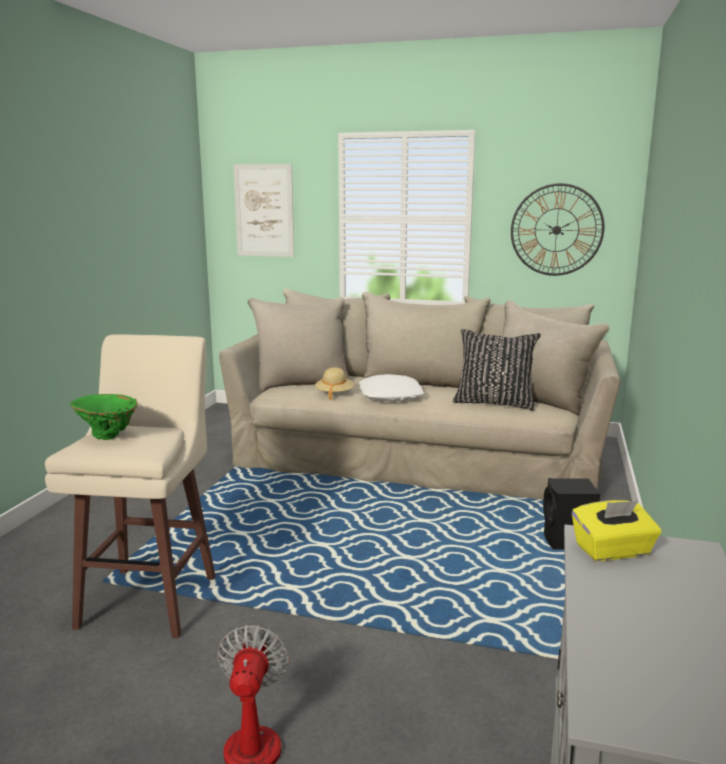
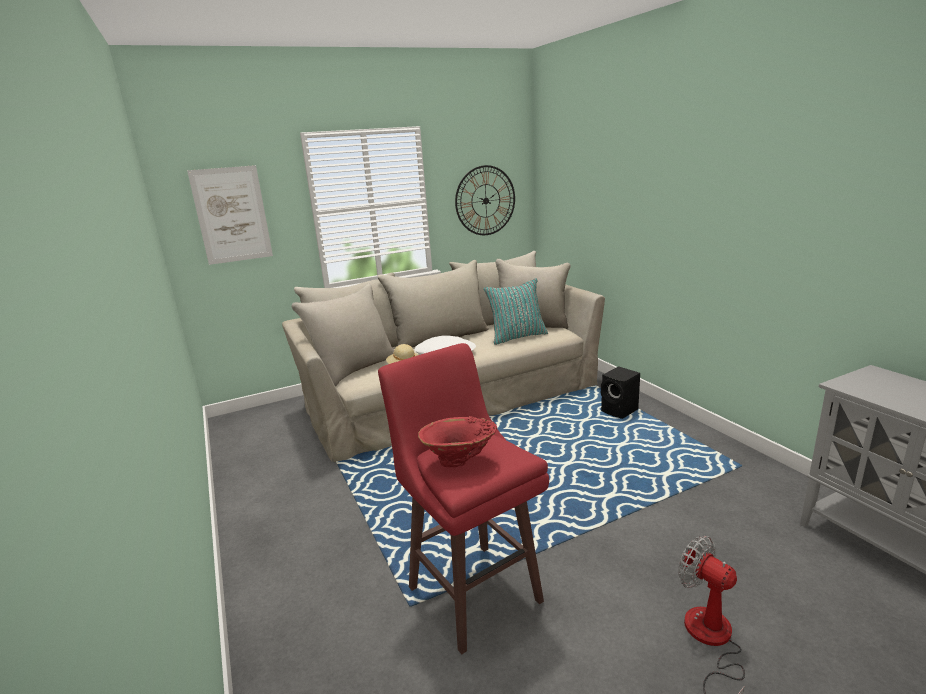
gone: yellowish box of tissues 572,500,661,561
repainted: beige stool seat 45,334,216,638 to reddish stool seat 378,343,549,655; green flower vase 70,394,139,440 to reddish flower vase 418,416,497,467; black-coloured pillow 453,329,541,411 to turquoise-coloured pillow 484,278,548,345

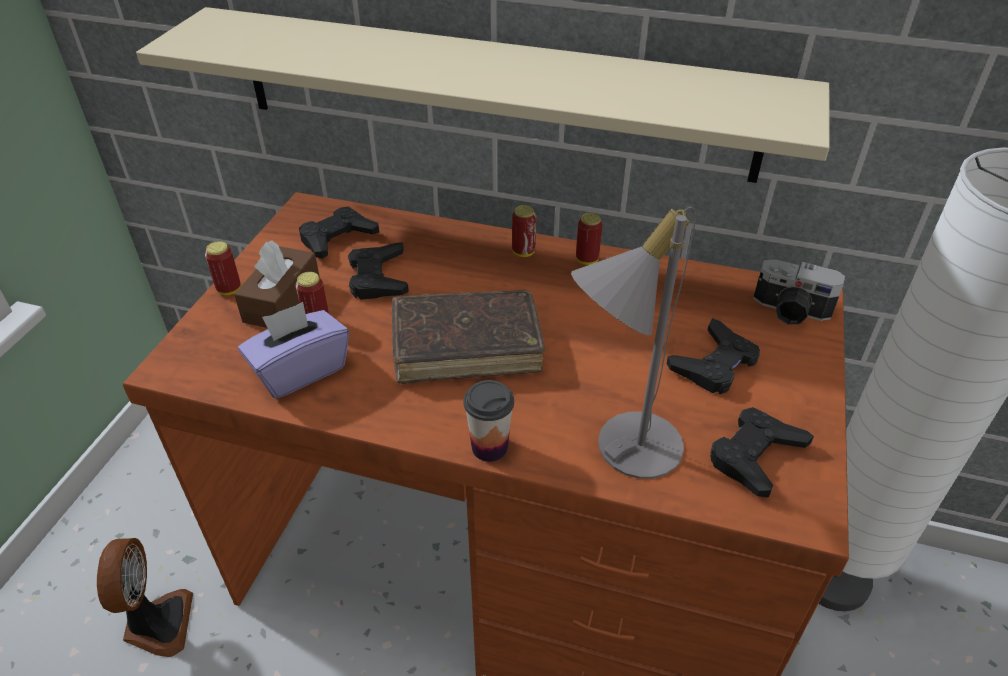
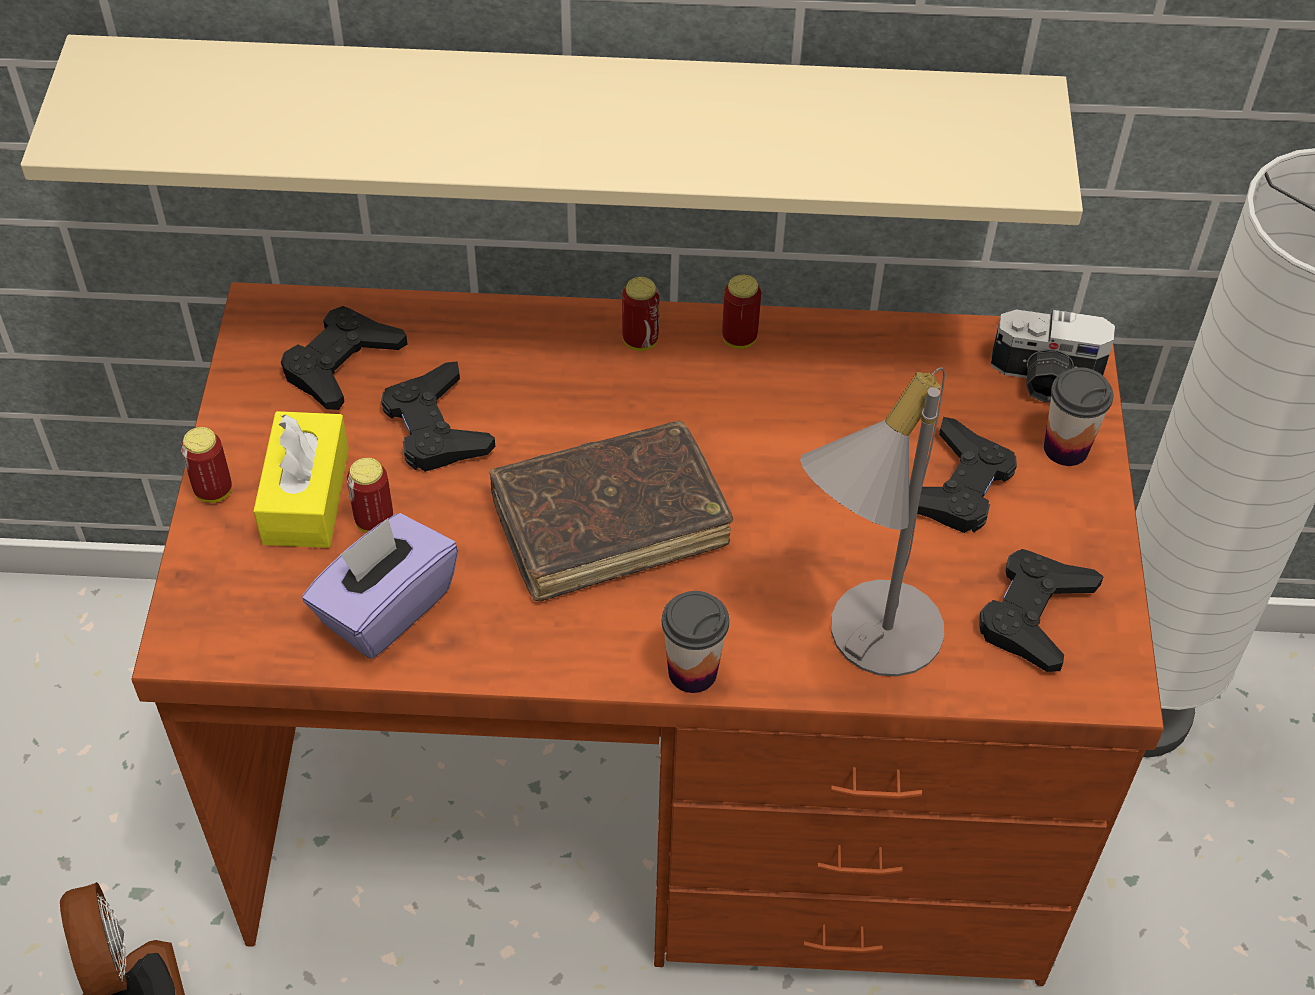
new: drinking cup 1044,367,1113,466
repainted: brown box of tissues 234,240,320,328 to yellowish box of tissues 254,411,349,548

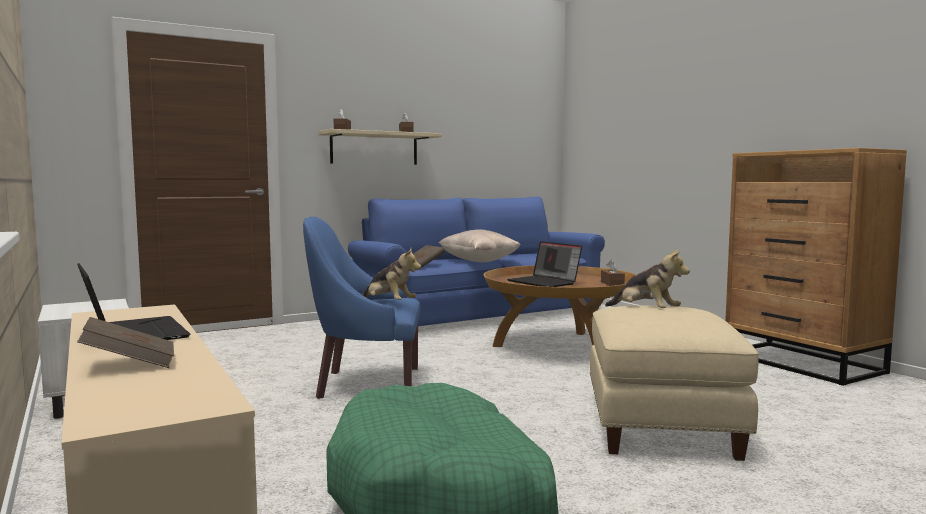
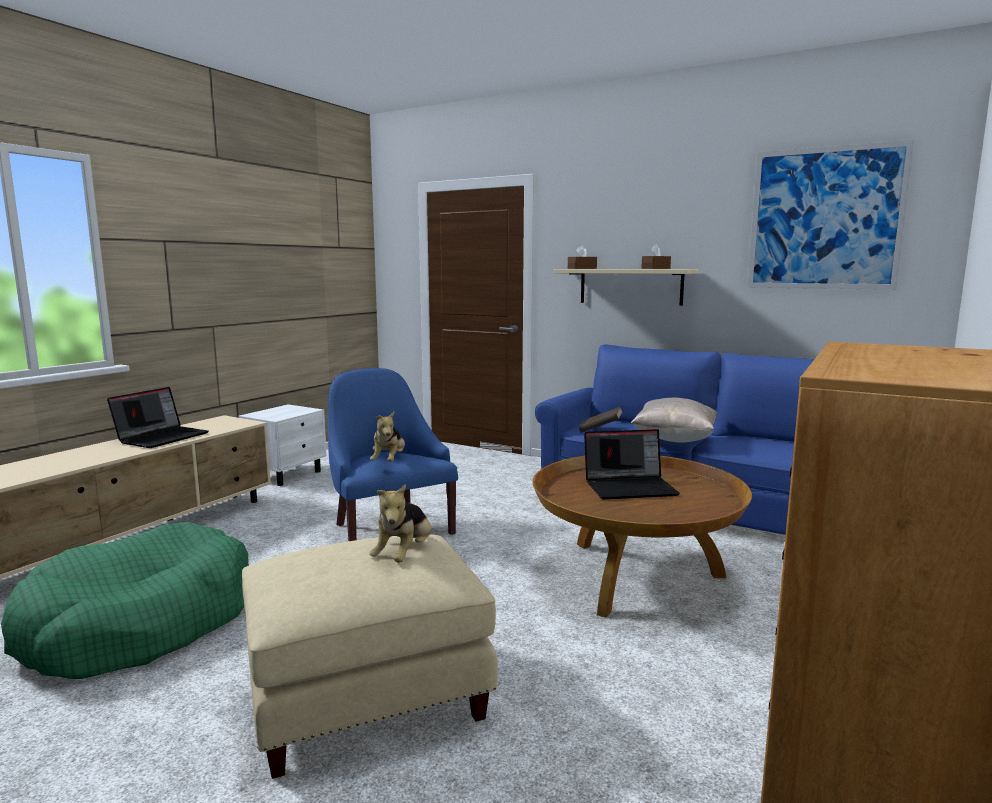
gone: brown bound book 77,317,174,368; brown box of tissues 601,260,625,286
new: wall art 747,140,914,290
rotated: notebook computer 507,241,582,287 = 584,429,680,499 120 degrees counterclockwise

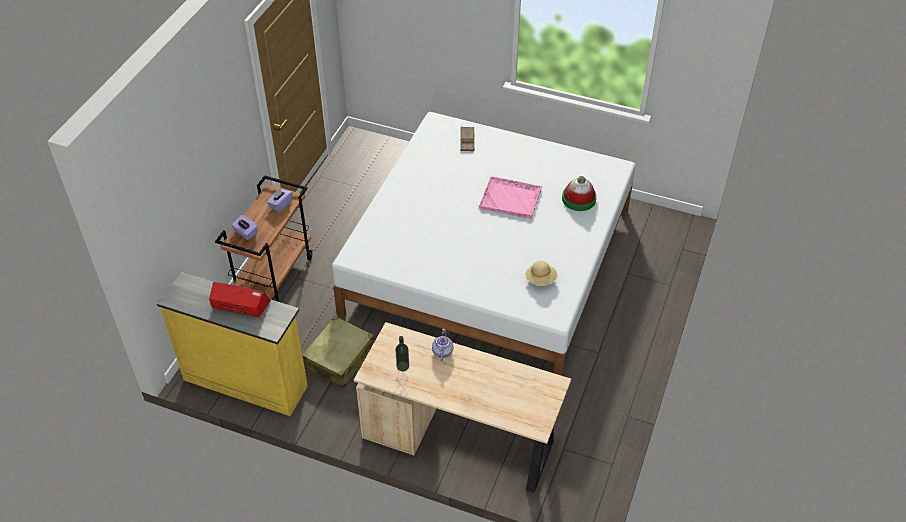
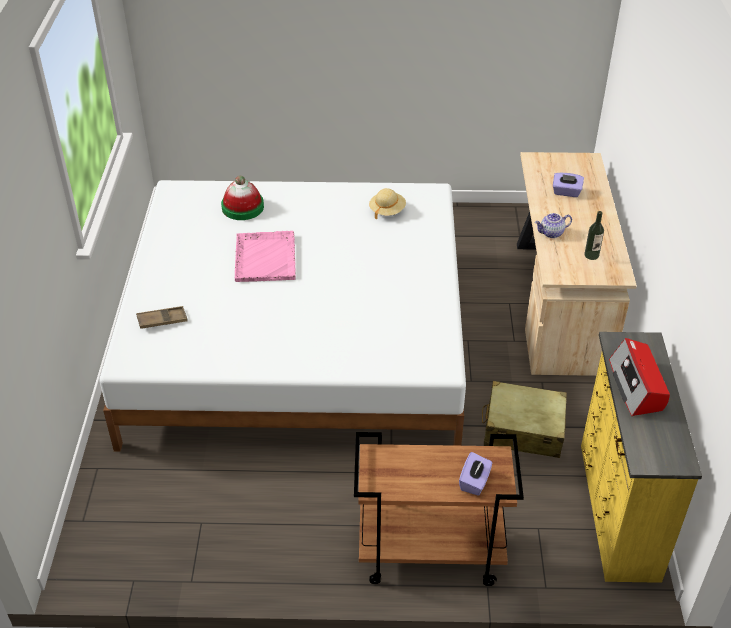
shifted: purplish box of tissues 267,188,292,212 to 553,173,584,197

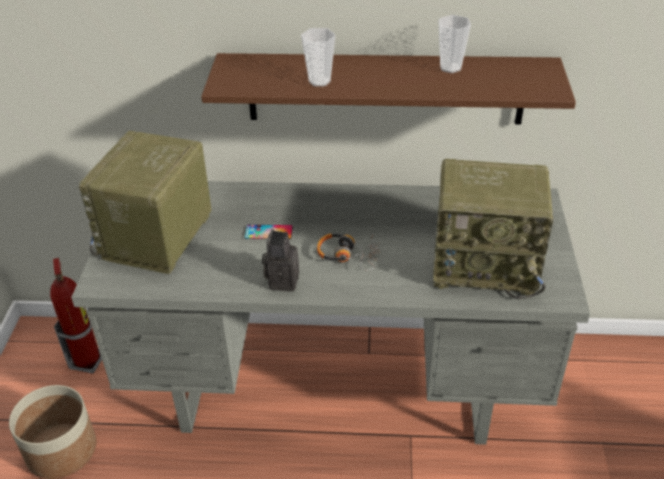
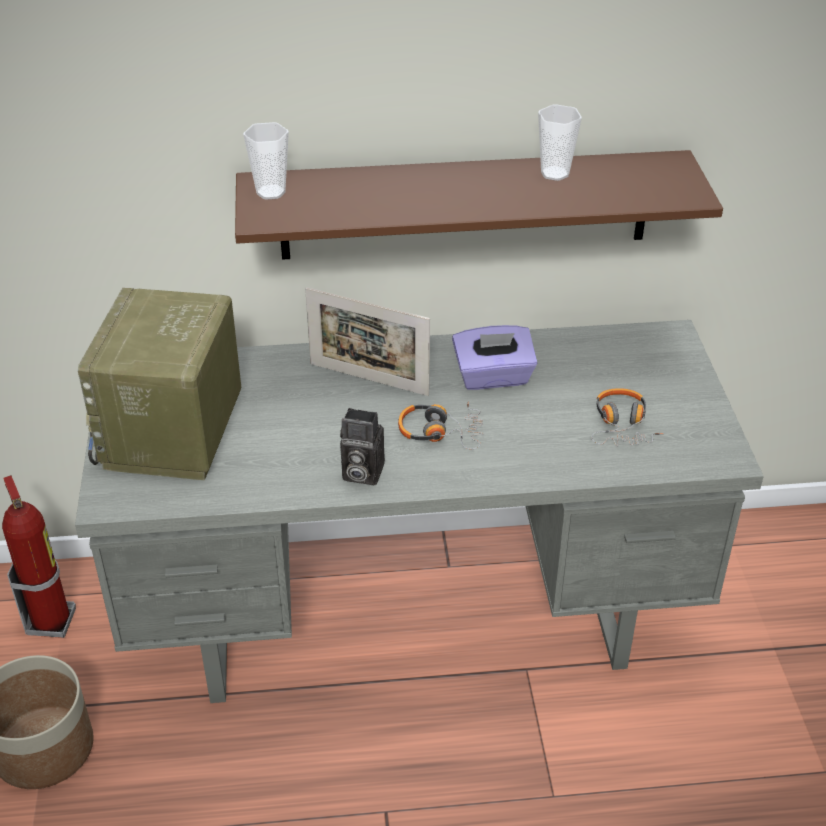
gone: telephone 245,225,293,240
new: photo frame 305,287,430,396; purplish box of tissues 452,325,538,390
shifted: drinking cup 301,28,336,87 to 243,122,289,200
swapped: radio 433,159,553,299 to pair of headphones 591,388,664,446
rotated: still camera 262,229,299,292 = 340,408,385,485 75 degrees counterclockwise

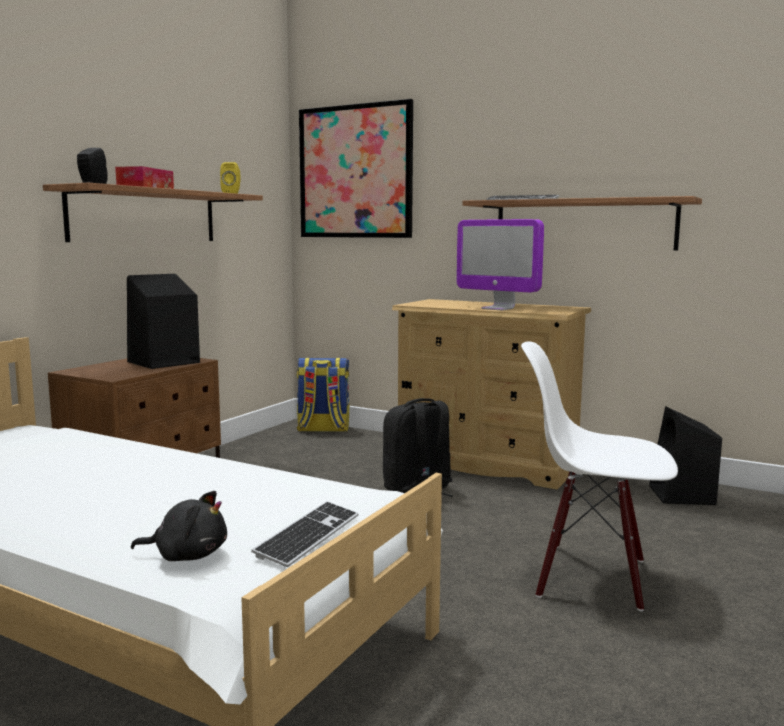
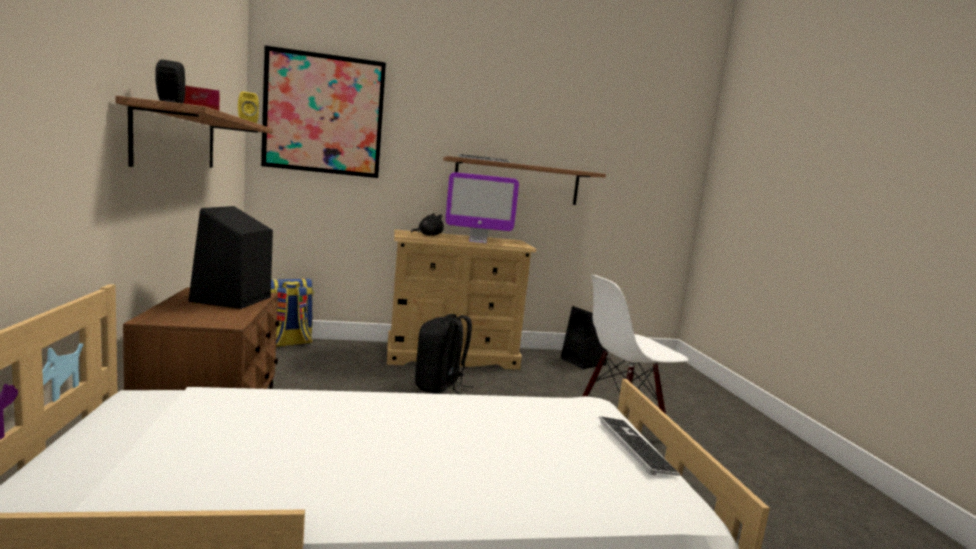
shifted: black-coloured cuddly toy 131,491,227,561 to 411,213,444,236

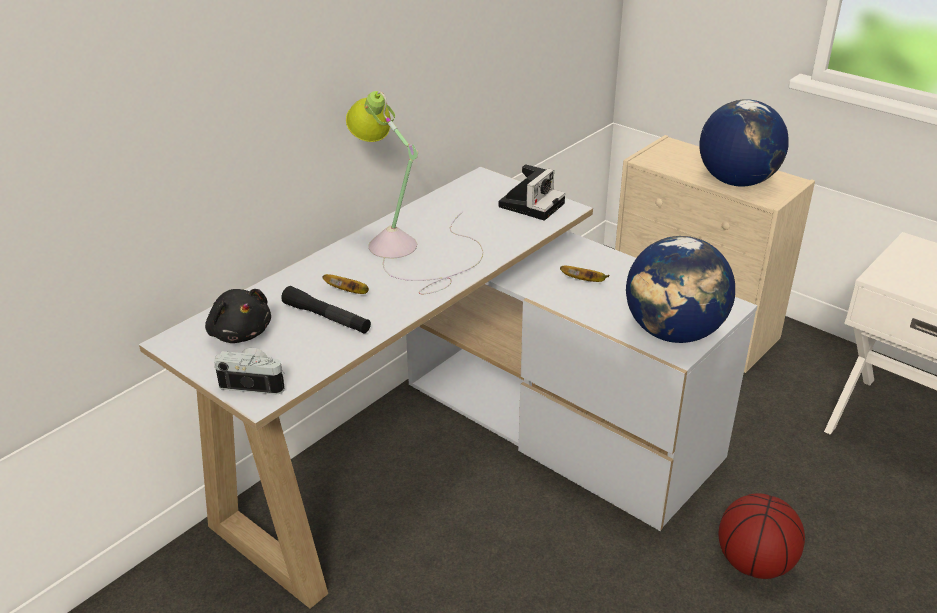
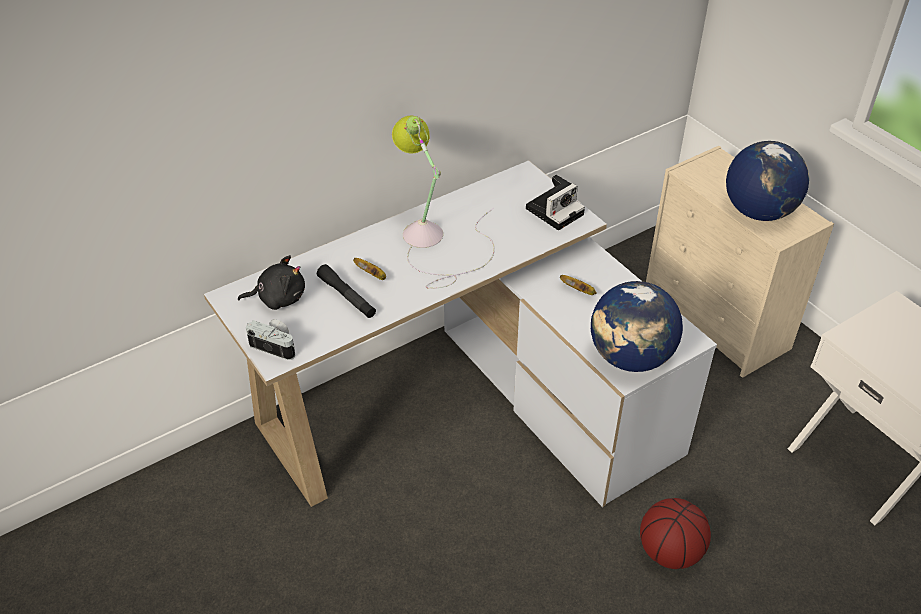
rotated: black-coloured cuddly toy 205,289,271,343 = 238,255,305,310 75 degrees counterclockwise

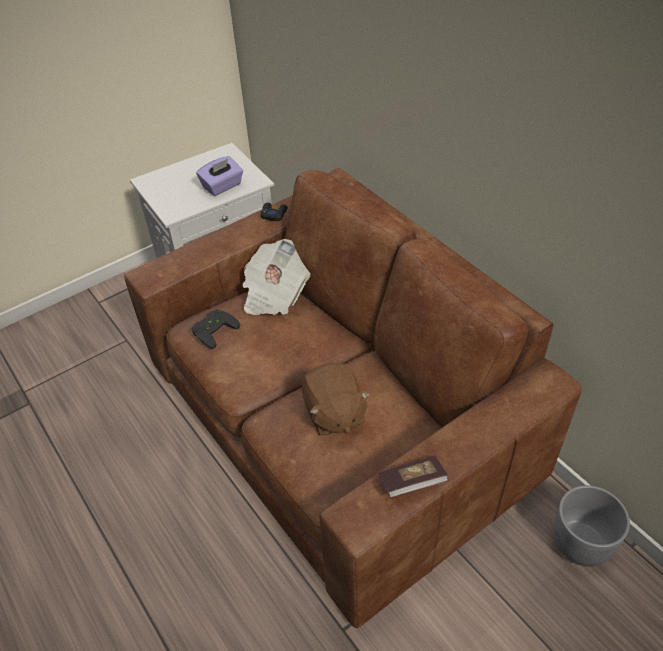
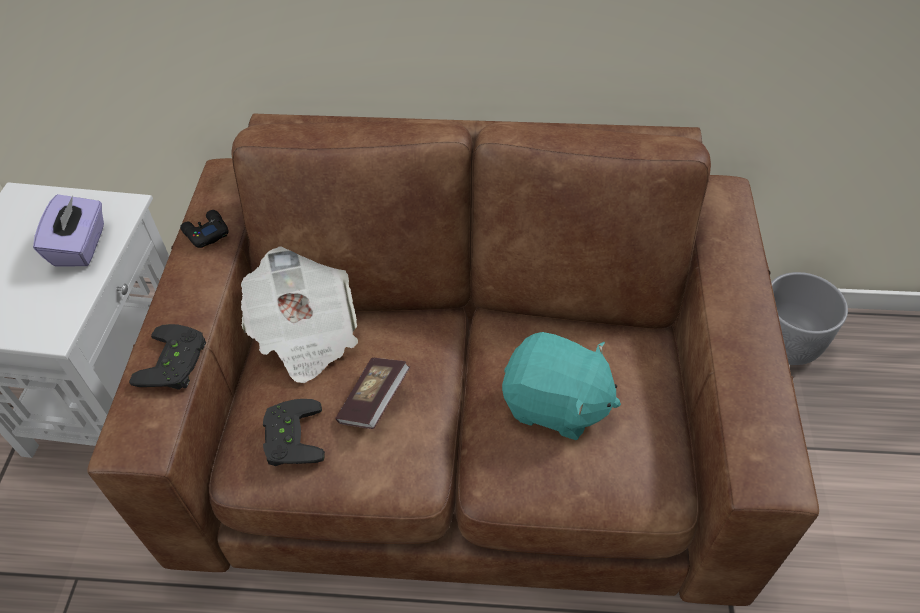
new: black-coloured joypad 129,324,206,390
shifted: bound book 379,455,449,498 to 335,358,410,429
repainted: brown cuddly toy 302,363,371,436 to turquoise-coloured cuddly toy 502,332,621,440

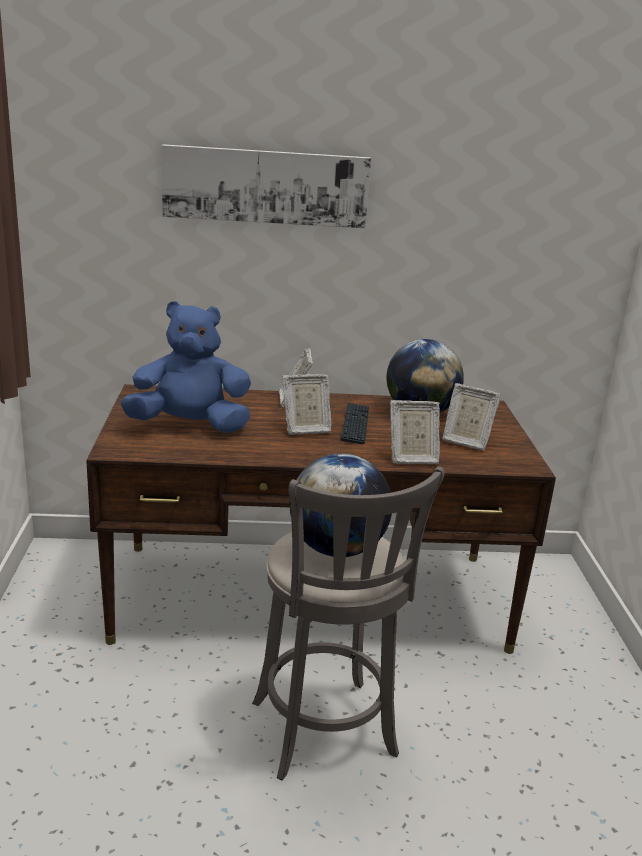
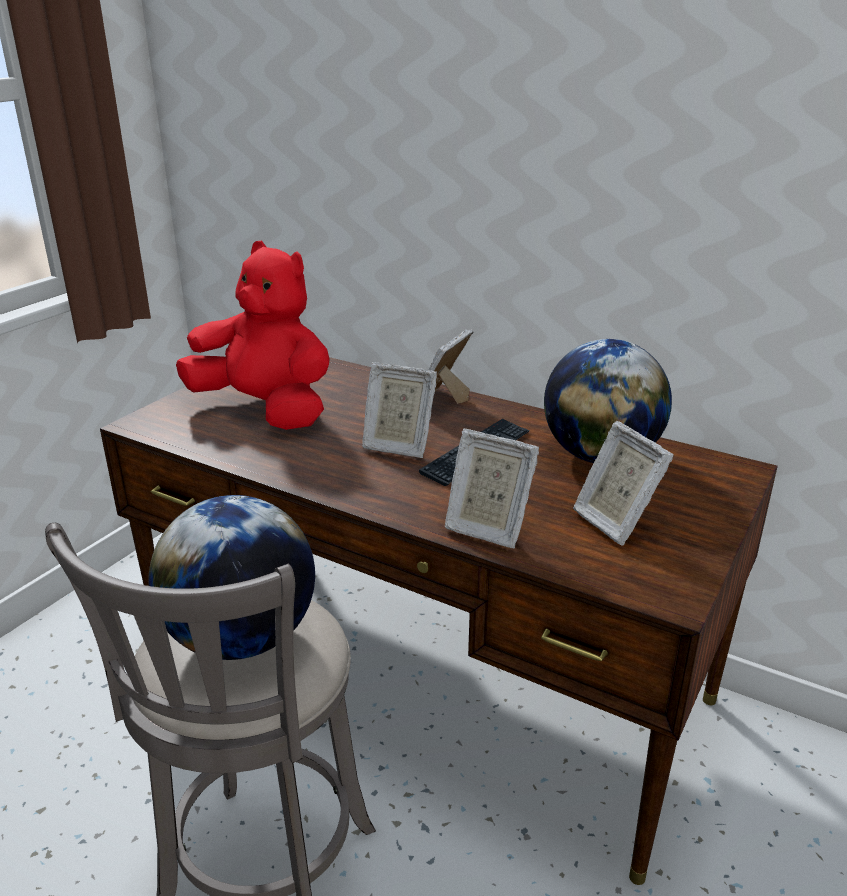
gone: wall art 162,144,371,228
repainted: blue-coloured cuddly toy 120,301,251,433 to reddish cuddly toy 176,241,330,430

